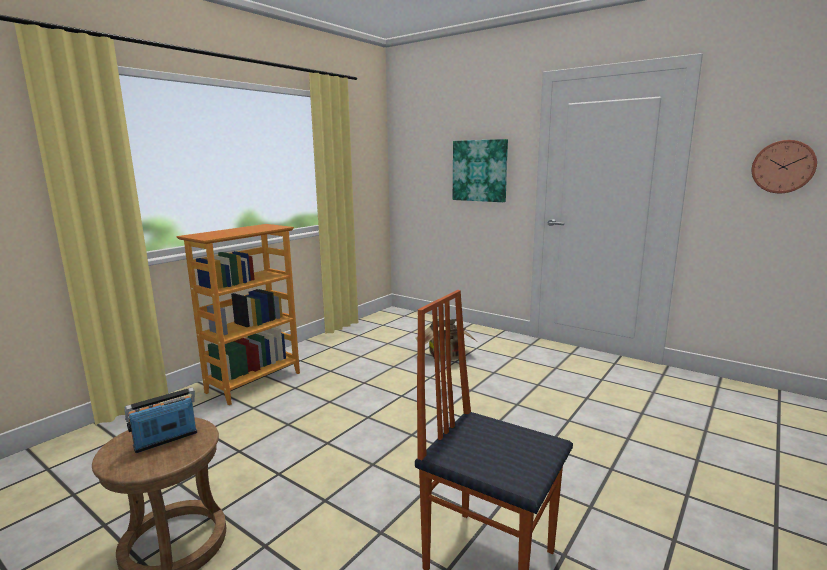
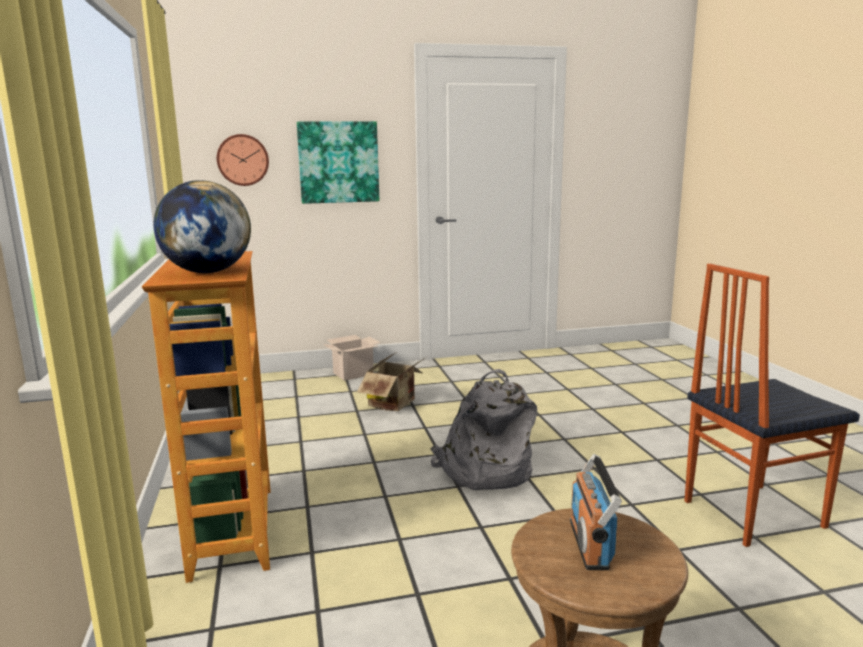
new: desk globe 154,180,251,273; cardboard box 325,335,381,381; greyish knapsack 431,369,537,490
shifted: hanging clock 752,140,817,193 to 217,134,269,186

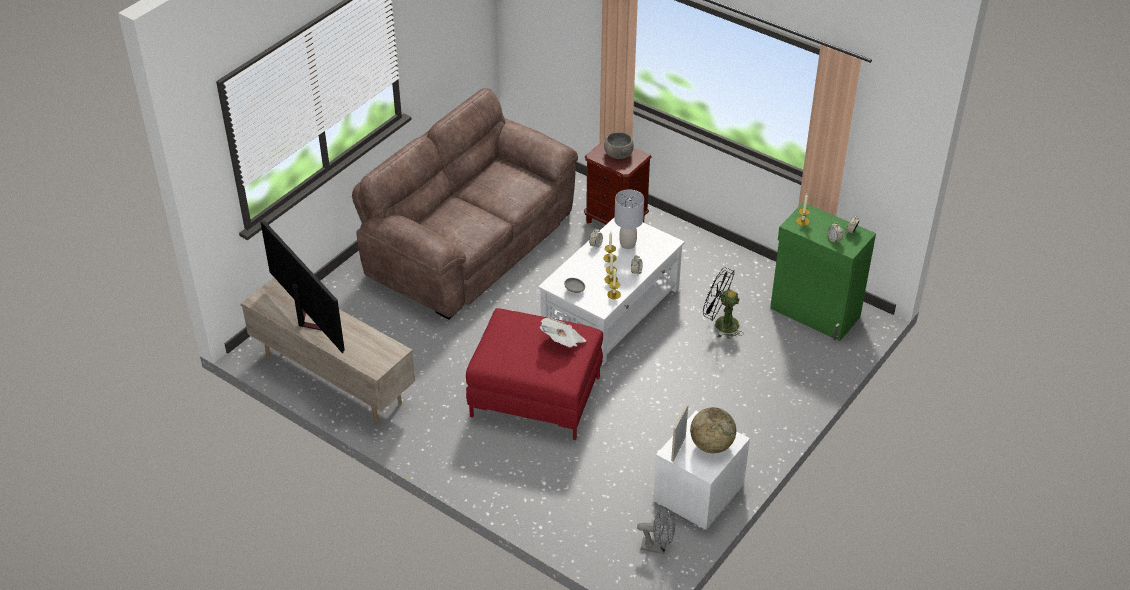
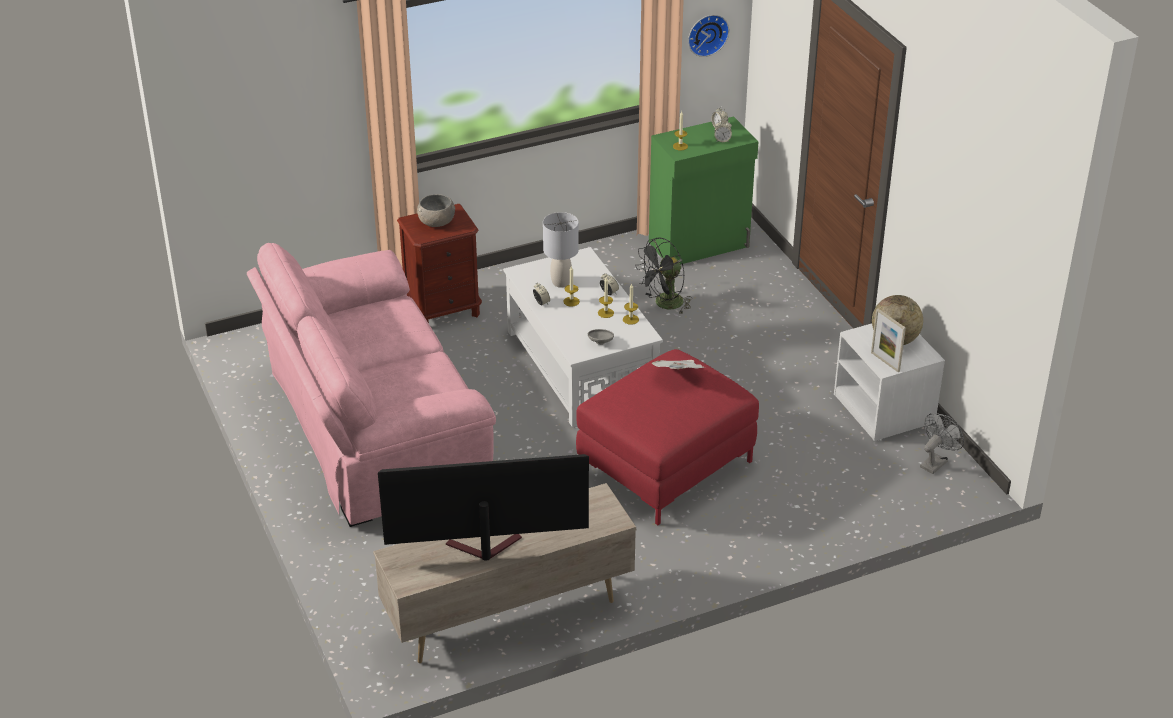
new: hanging clock 688,15,729,57
repainted: brown settee 352,88,578,320 to pink settee 247,243,496,527

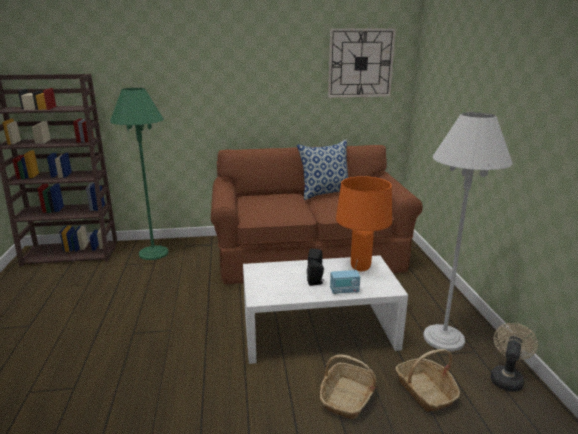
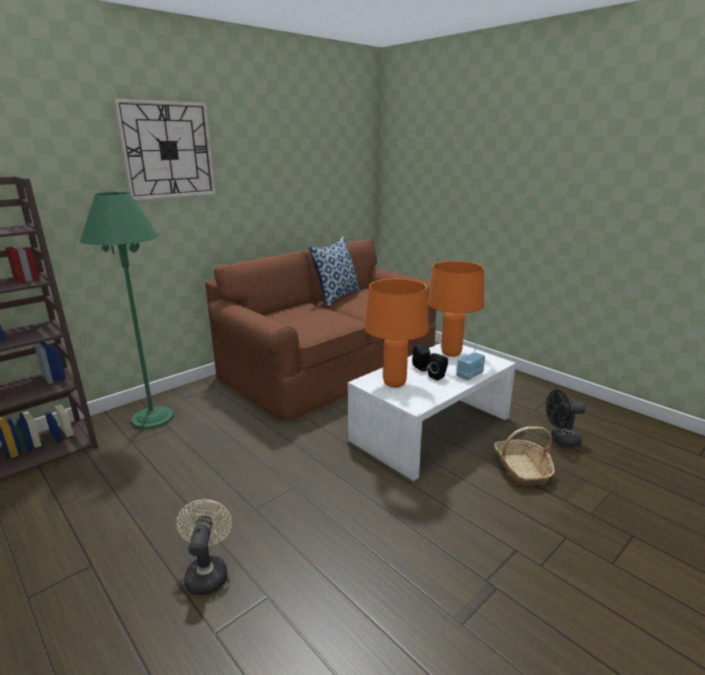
gone: whitish standard lamp 423,112,513,351
new: orange-coloured tabletop lamp 365,279,429,388
shifted: hanging clock 328,28,396,98 to 113,98,215,200; beige electric fan 491,323,538,392 to 176,499,232,595
swapped: household basket 395,349,460,412 to black-coloured electric fan 546,390,586,447

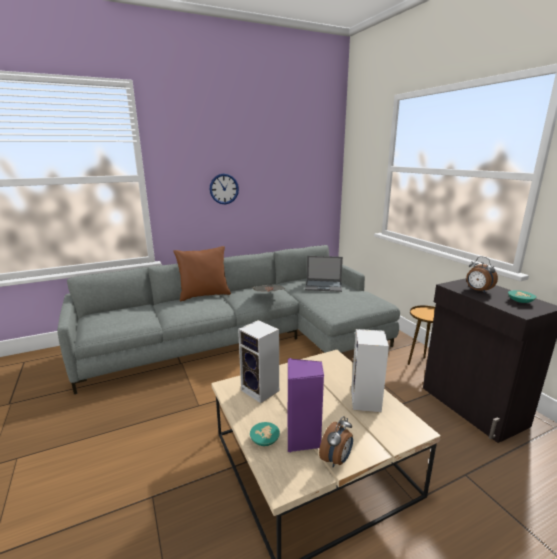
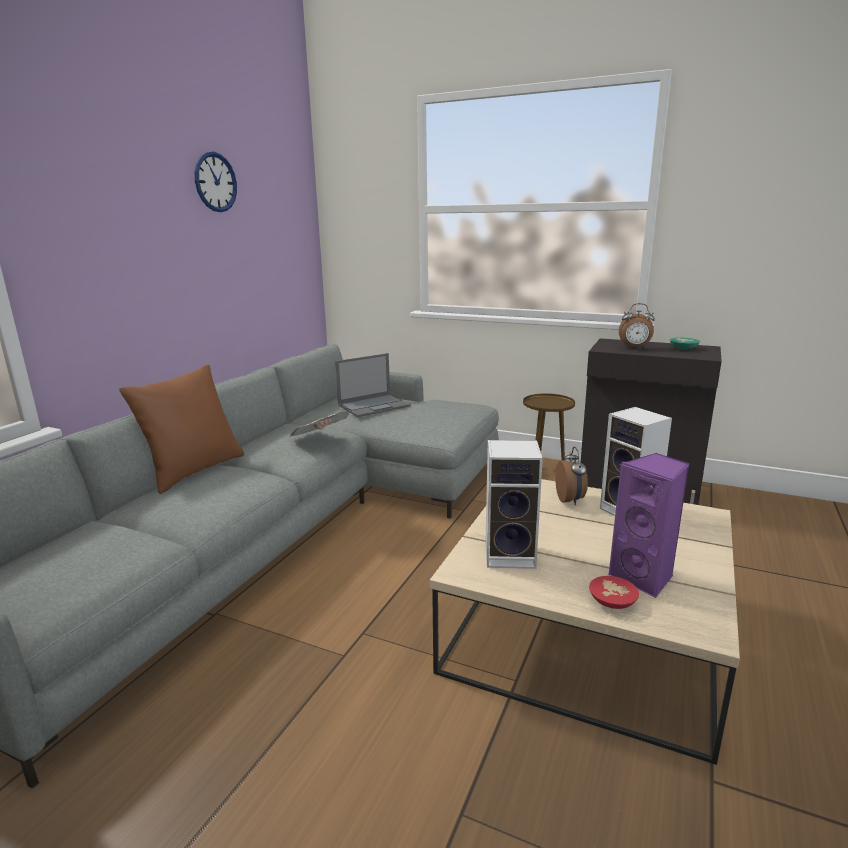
shifted: hanging clock 210,174,239,204 to 195,151,237,212; alarm clock 319,416,353,467 to 555,447,588,505
repainted: turquoise-coloured deep dish 250,422,280,446 to reddish deep dish 589,576,639,609

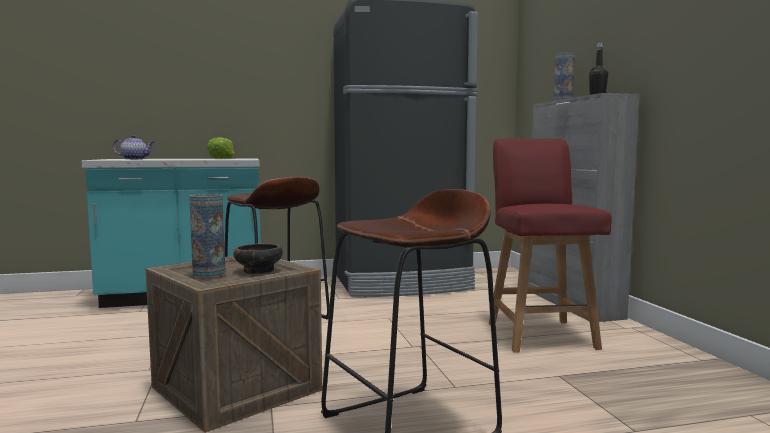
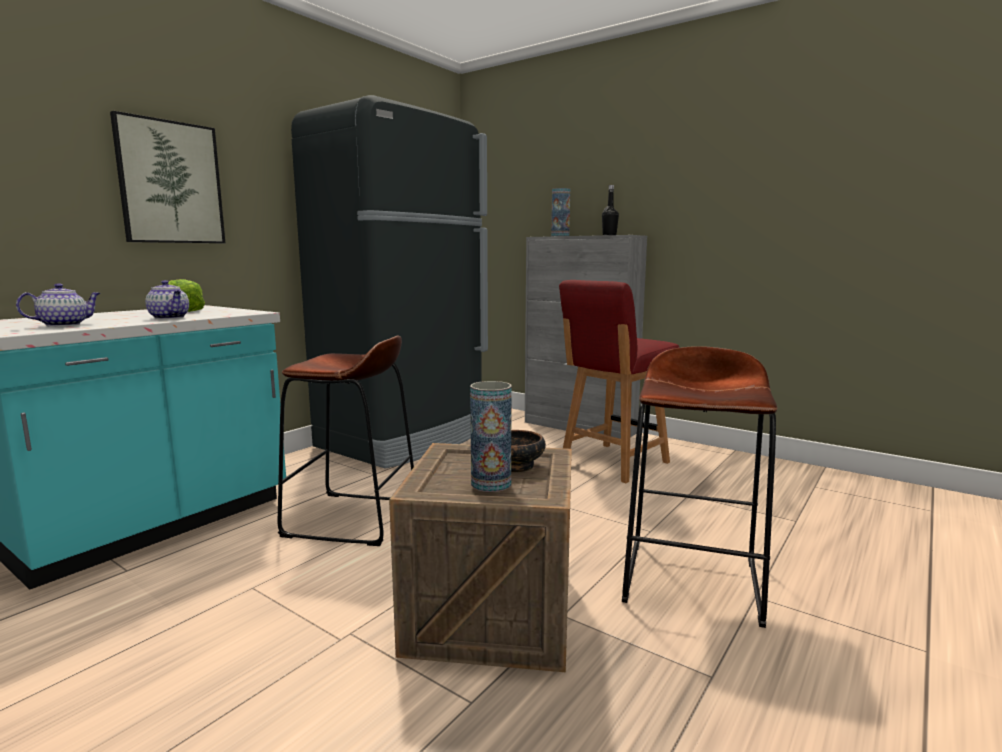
new: wall art 110,111,225,243; teapot 145,280,189,319
rotated: reddish chair 489,138,612,353 = 559,280,680,483 90 degrees counterclockwise

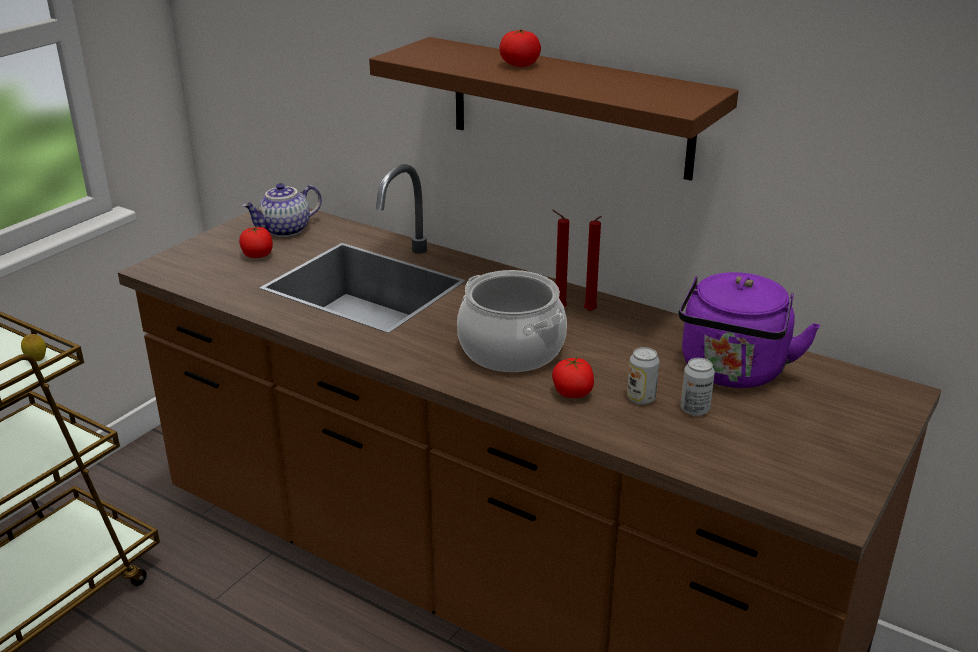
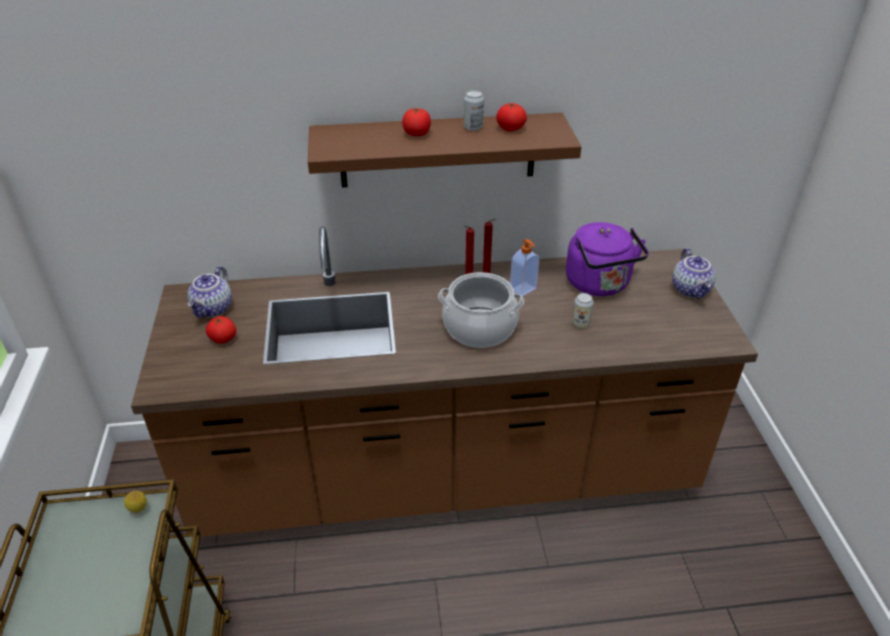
new: soap bottle 510,239,540,296; teapot 672,248,716,299
shifted: metal can 681,358,715,416 to 464,90,484,131; tomato 552,357,594,398 to 496,103,527,131

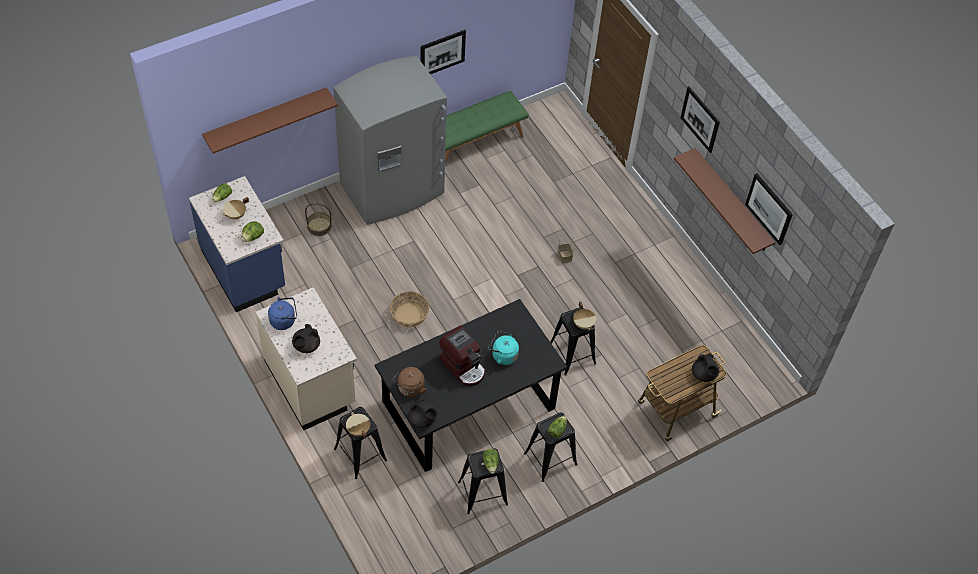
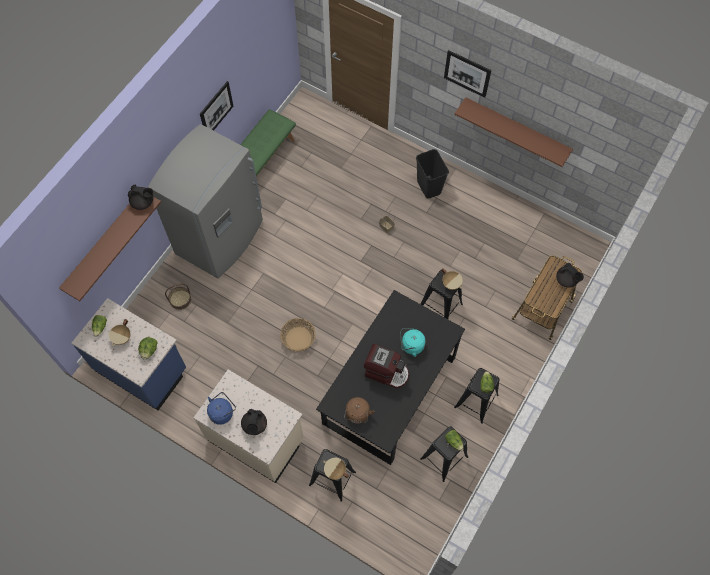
gone: wall art 745,174,793,245
new: black-coloured rubbish bin 416,149,449,199
shifted: black-coloured teapot 408,398,438,428 to 128,185,153,210

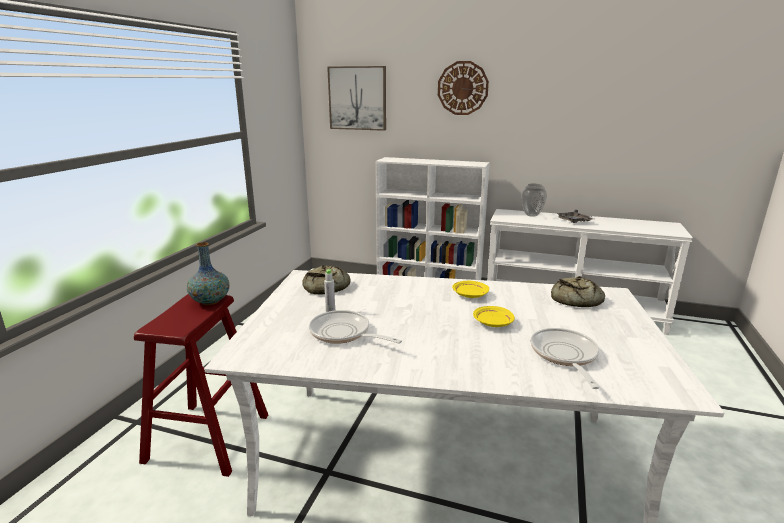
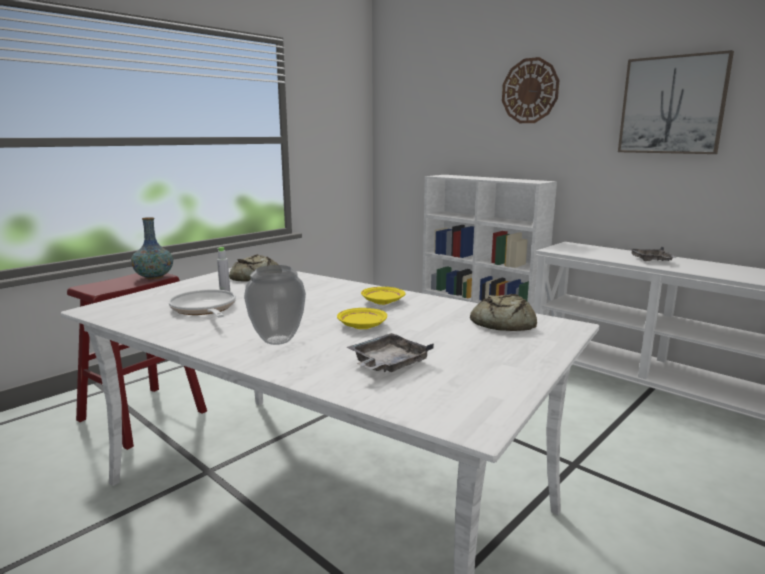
shifted: flower vase 521,184,547,217 to 244,265,306,345; wall art 327,66,386,131 to 618,50,734,154
swapped: skillet 531,328,599,389 to greyish tray 347,333,434,372

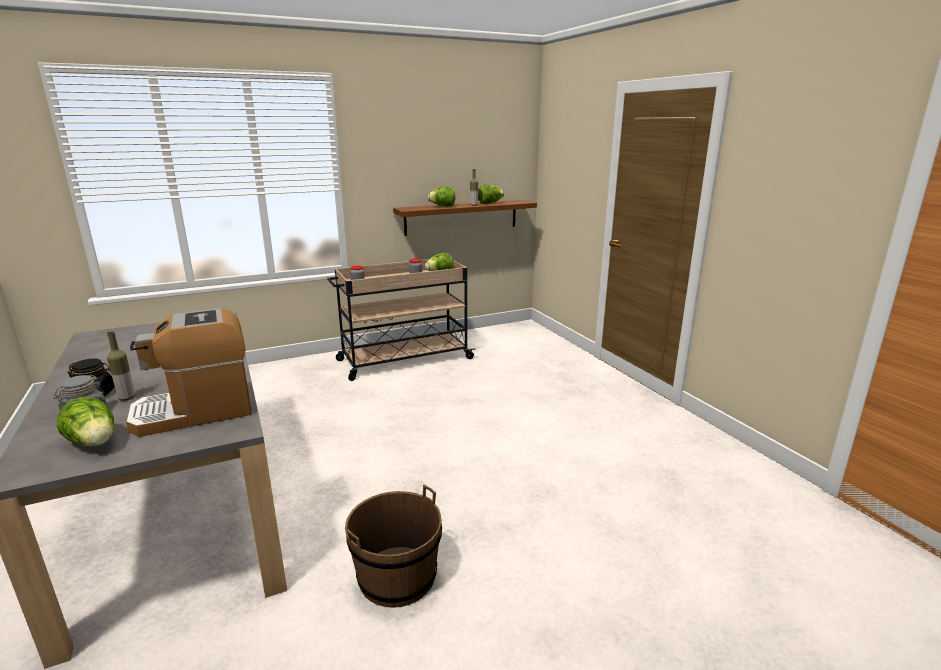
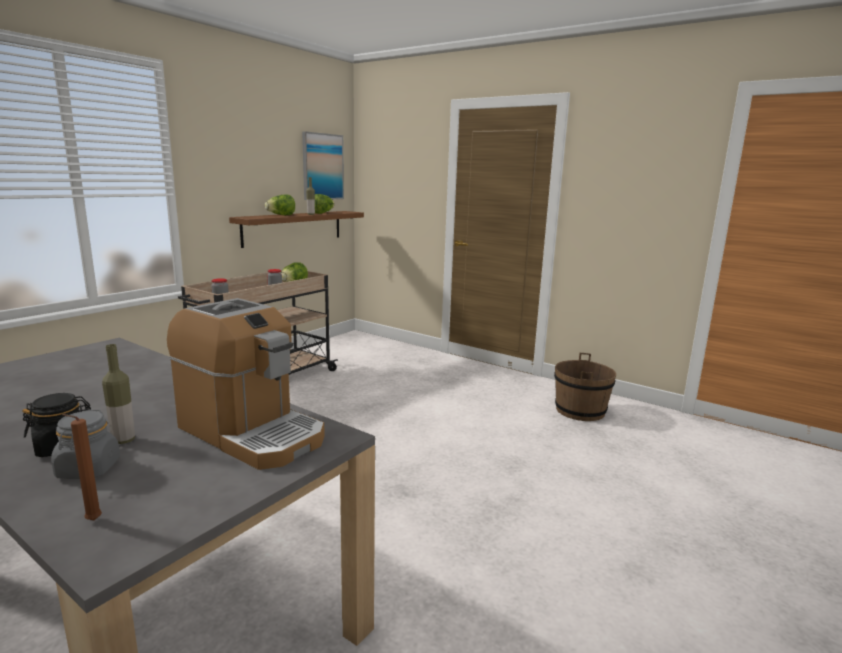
gone: lettuce 56,396,114,447
new: brown wax light 62,414,102,520; wall art 302,131,344,200
shifted: brown bucket 345,485,442,608 to 554,353,616,421
rotated: coffee maker 126,308,252,437 = 167,298,325,470 90 degrees counterclockwise

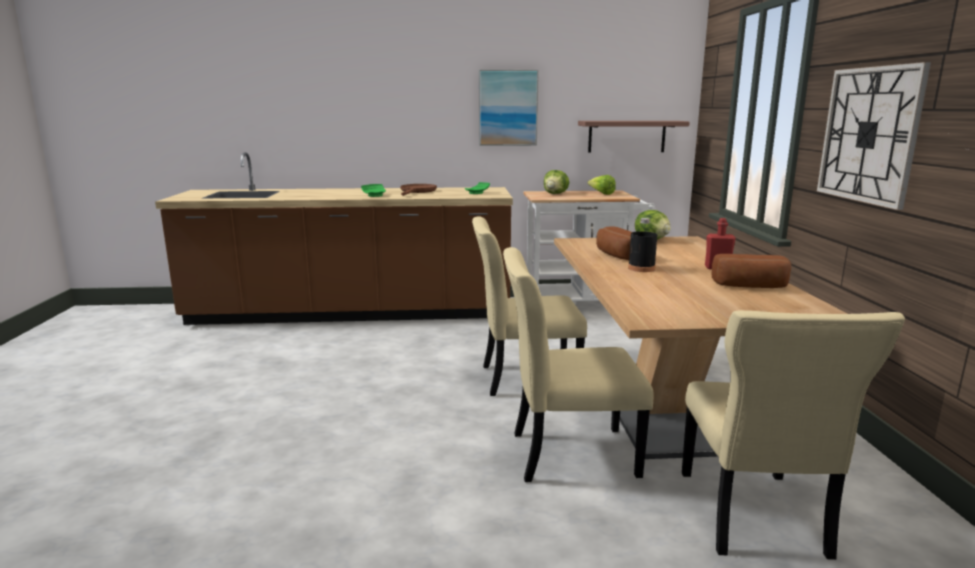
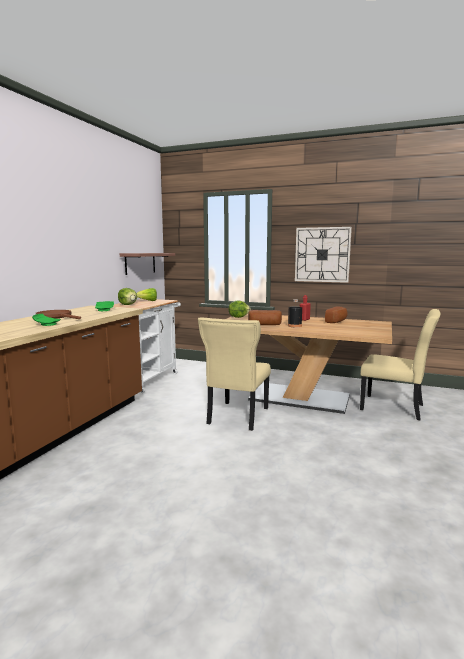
gone: wall art 479,69,539,146; beige chair 503,247,654,482

